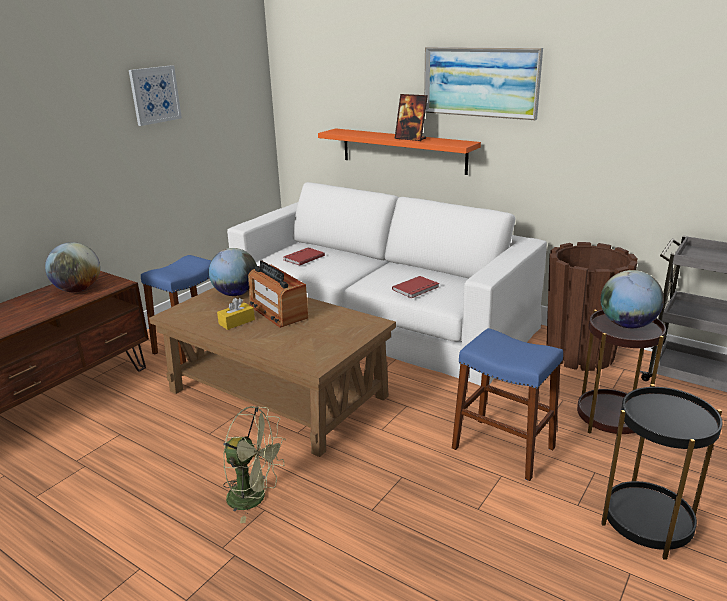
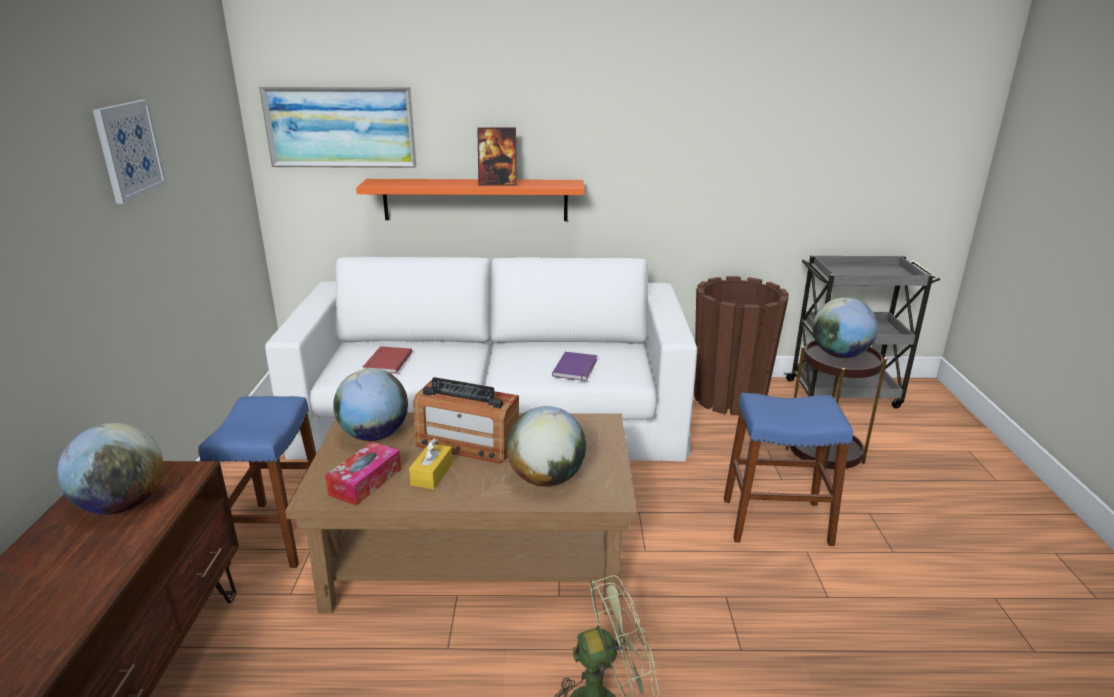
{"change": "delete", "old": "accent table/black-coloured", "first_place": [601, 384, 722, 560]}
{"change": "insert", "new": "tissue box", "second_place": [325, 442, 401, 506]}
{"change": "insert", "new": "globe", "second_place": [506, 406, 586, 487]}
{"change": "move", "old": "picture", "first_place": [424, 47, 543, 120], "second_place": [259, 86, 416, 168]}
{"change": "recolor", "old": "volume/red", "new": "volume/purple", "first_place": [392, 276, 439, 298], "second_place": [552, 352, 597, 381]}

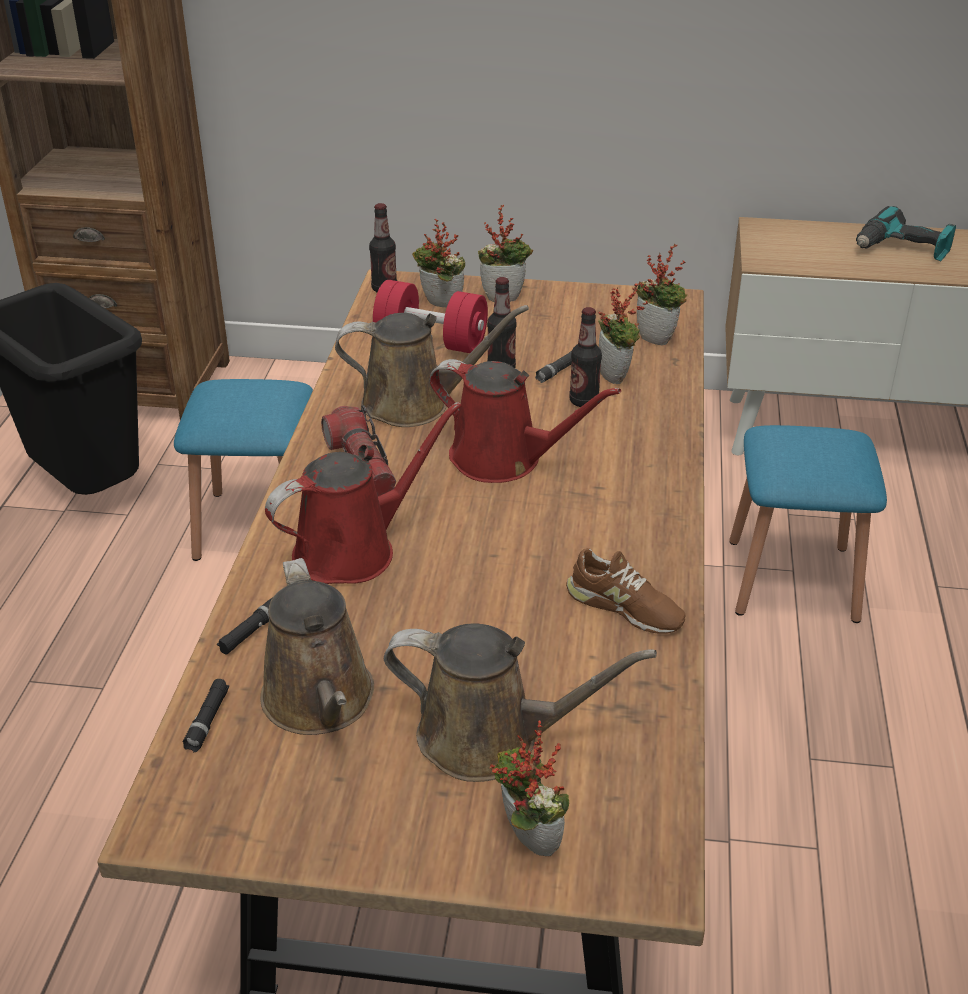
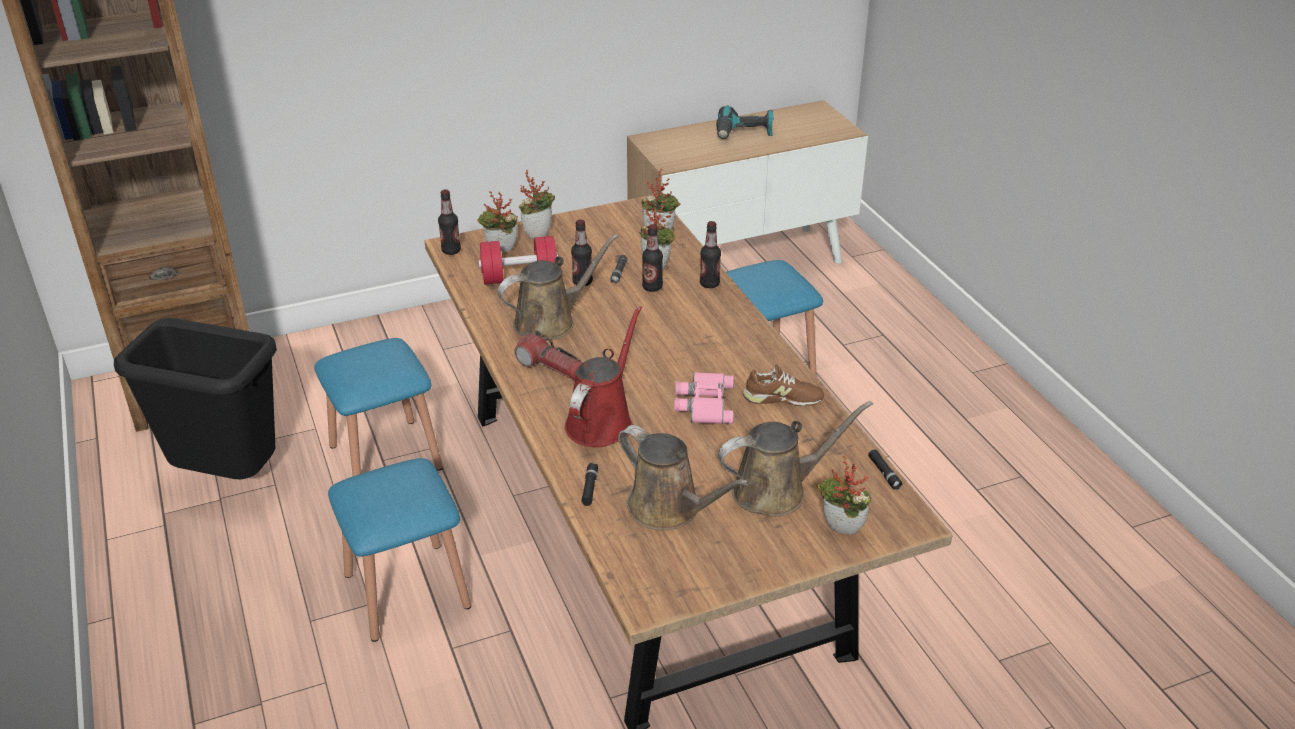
{"change": "delete", "old": "sprinkling can/red", "first_place": [429, 359, 621, 483]}
{"change": "insert", "new": "stool/blue-coloured", "second_place": [328, 458, 471, 642]}
{"change": "insert", "new": "field glasses/pink", "second_place": [674, 372, 734, 424]}
{"change": "insert", "new": "bottle", "second_place": [700, 221, 721, 288]}
{"change": "move", "old": "hand torch/black-coloured", "first_place": [183, 679, 229, 752], "second_place": [868, 449, 903, 490]}

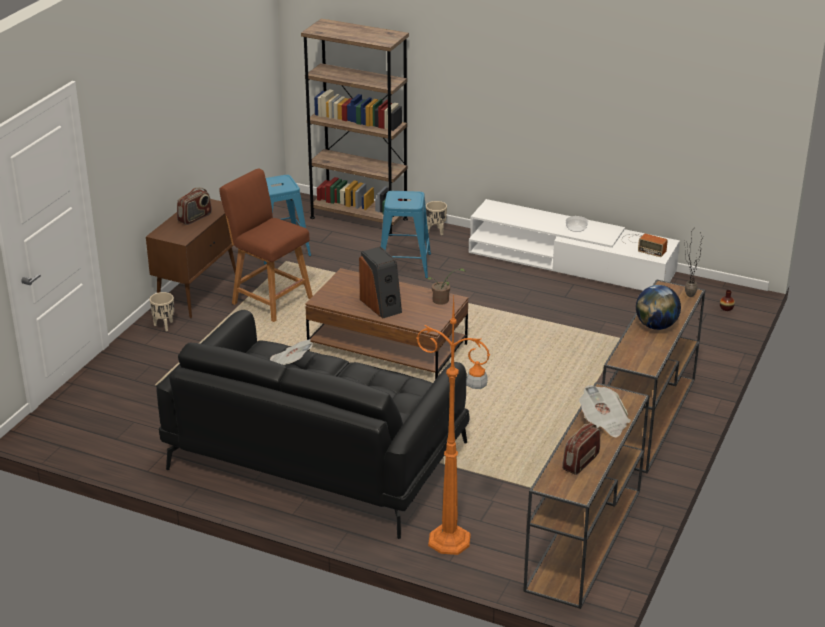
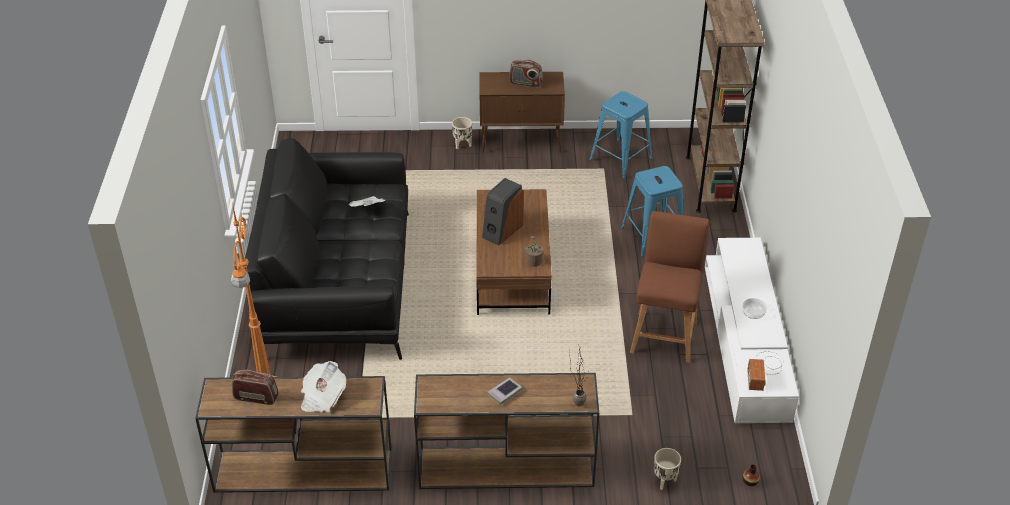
{"change": "move", "old": "stool/brown", "first_place": [219, 168, 313, 322], "second_place": [630, 211, 710, 363]}
{"change": "move", "old": "plant pot/sand-coloured", "first_place": [426, 201, 447, 235], "second_place": [654, 448, 681, 490]}
{"change": "replace", "old": "globe", "new": "volume", "first_place": [636, 285, 681, 330], "second_place": [488, 378, 523, 405]}

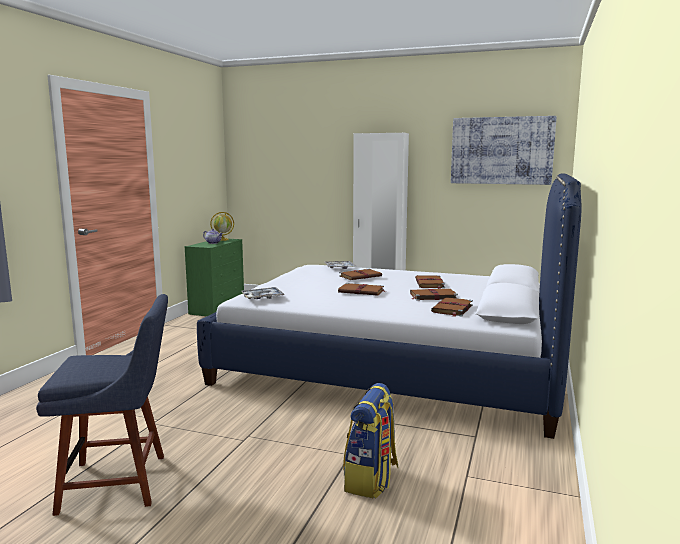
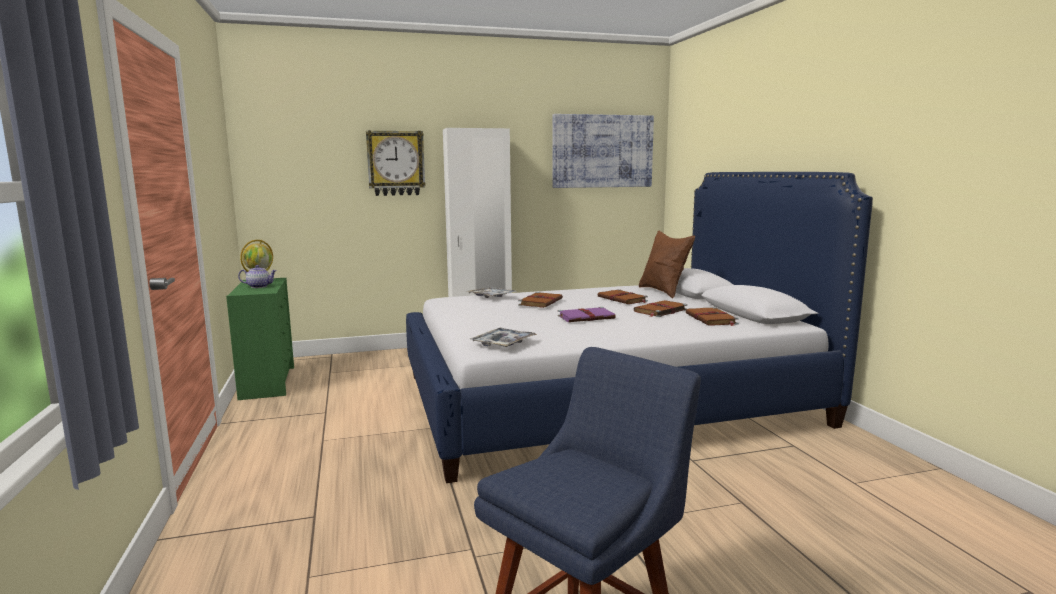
{"change": "delete", "old": "knapsack", "first_place": [343, 383, 399, 499]}
{"change": "insert", "new": "wall clock", "second_place": [366, 130, 426, 196]}
{"change": "insert", "new": "cushion/brown", "second_place": [639, 230, 695, 298]}
{"change": "recolor", "old": "volume/brown", "new": "volume/purple", "first_place": [338, 283, 386, 296], "second_place": [558, 307, 616, 322]}

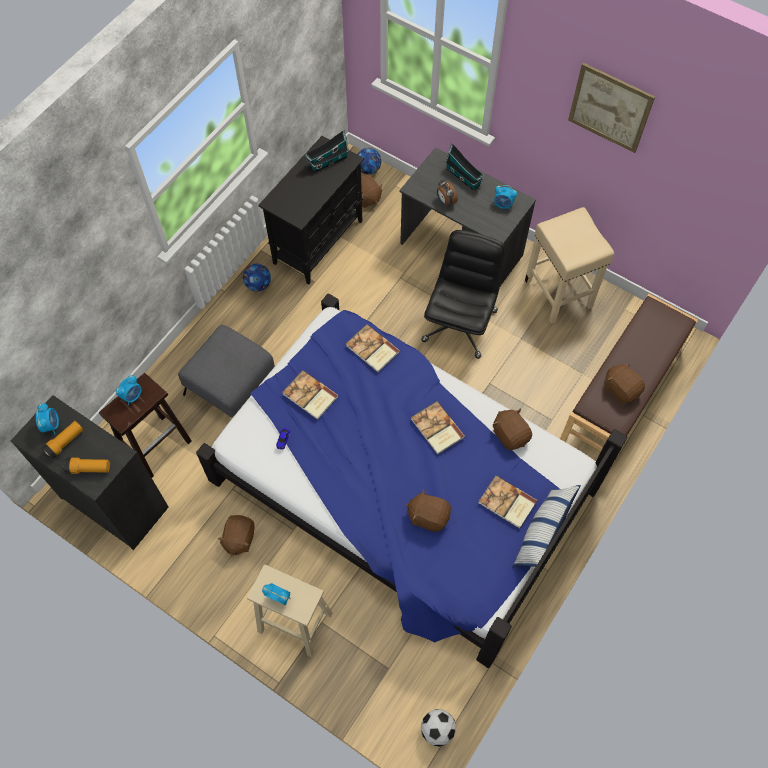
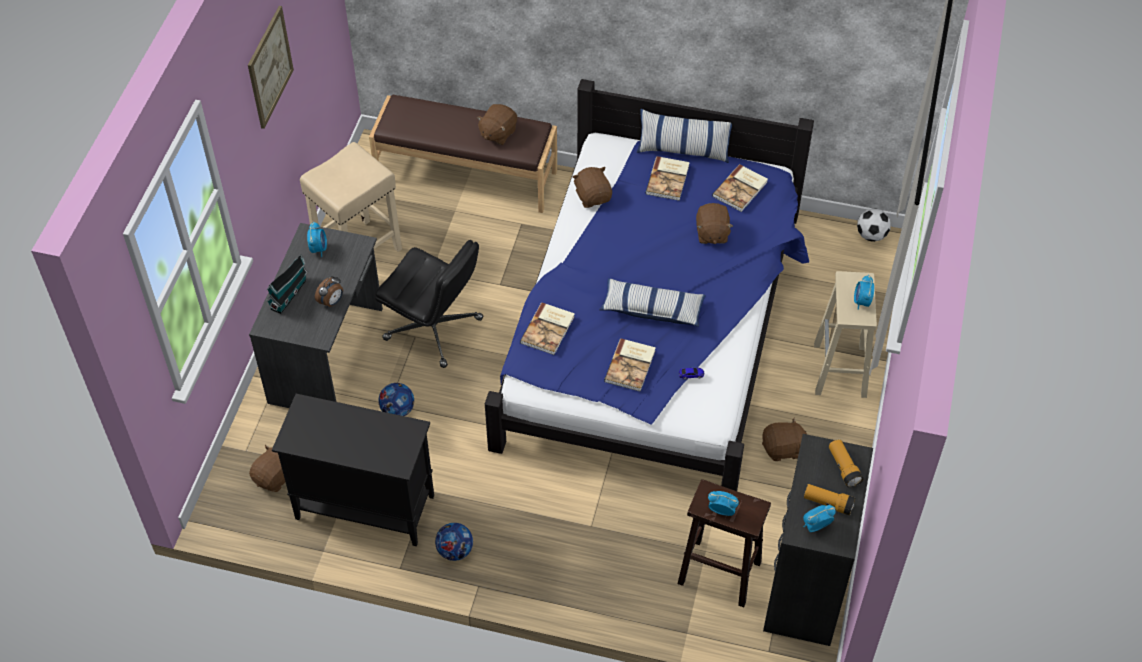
{"change": "delete", "old": "ottoman/gray", "first_place": [178, 325, 275, 418]}
{"change": "delete", "old": "model house", "first_place": [305, 130, 349, 172]}
{"change": "insert", "new": "cushion", "second_place": [599, 278, 706, 327]}
{"change": "move", "old": "ball for football", "first_place": [357, 148, 381, 175], "second_place": [378, 383, 414, 416]}
{"change": "move", "old": "volume", "first_place": [411, 401, 465, 455], "second_place": [712, 164, 768, 212]}
{"change": "rotate", "old": "office chair/black-coloured", "first_place": [421, 230, 505, 359], "second_place": [375, 240, 483, 368], "degrees": -150}
{"change": "rotate", "old": "soft toy/brown", "first_place": [493, 408, 532, 450], "second_place": [572, 167, 612, 208], "degrees": 120}

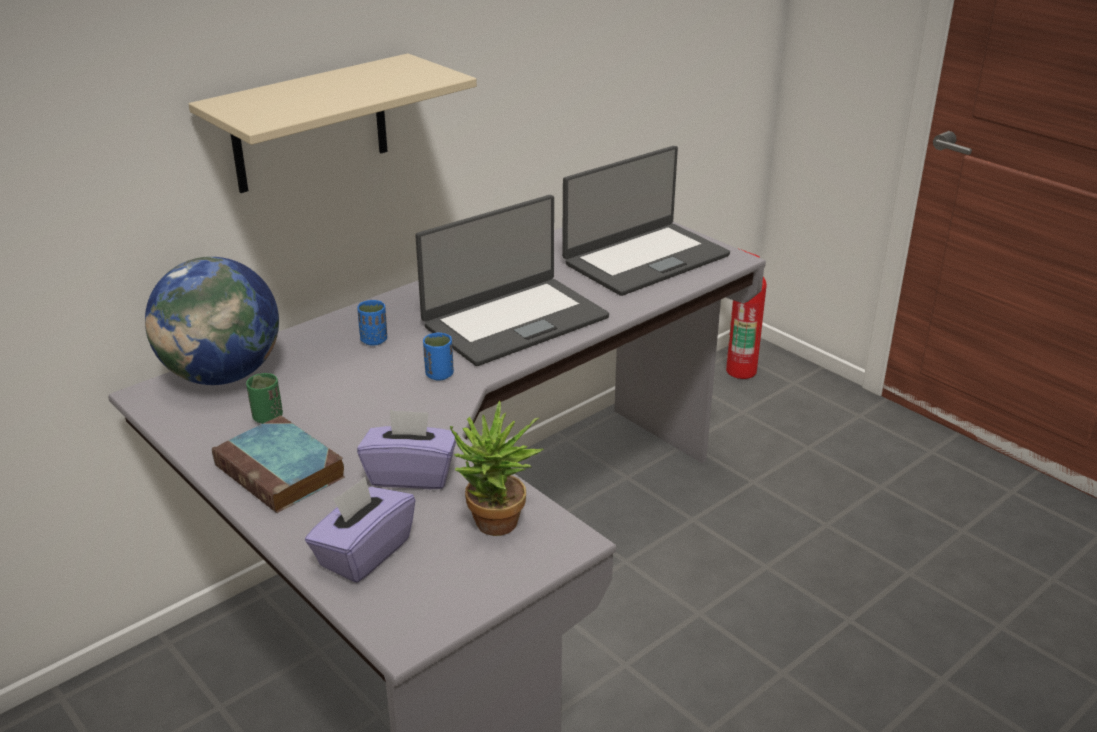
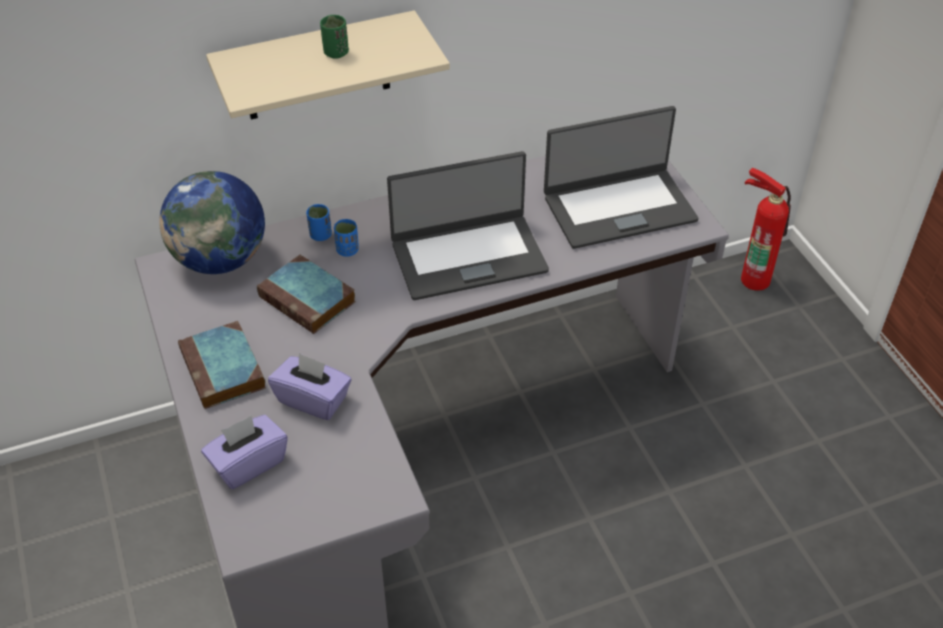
{"change": "delete", "old": "potted plant", "first_place": [450, 401, 544, 536]}
{"change": "insert", "new": "volume", "second_place": [257, 255, 356, 334]}
{"change": "move", "old": "cup/green-coloured", "first_place": [246, 373, 283, 424], "second_place": [320, 15, 349, 58]}
{"change": "move", "old": "cup/blue-coloured", "first_place": [423, 333, 454, 381], "second_place": [306, 204, 332, 241]}

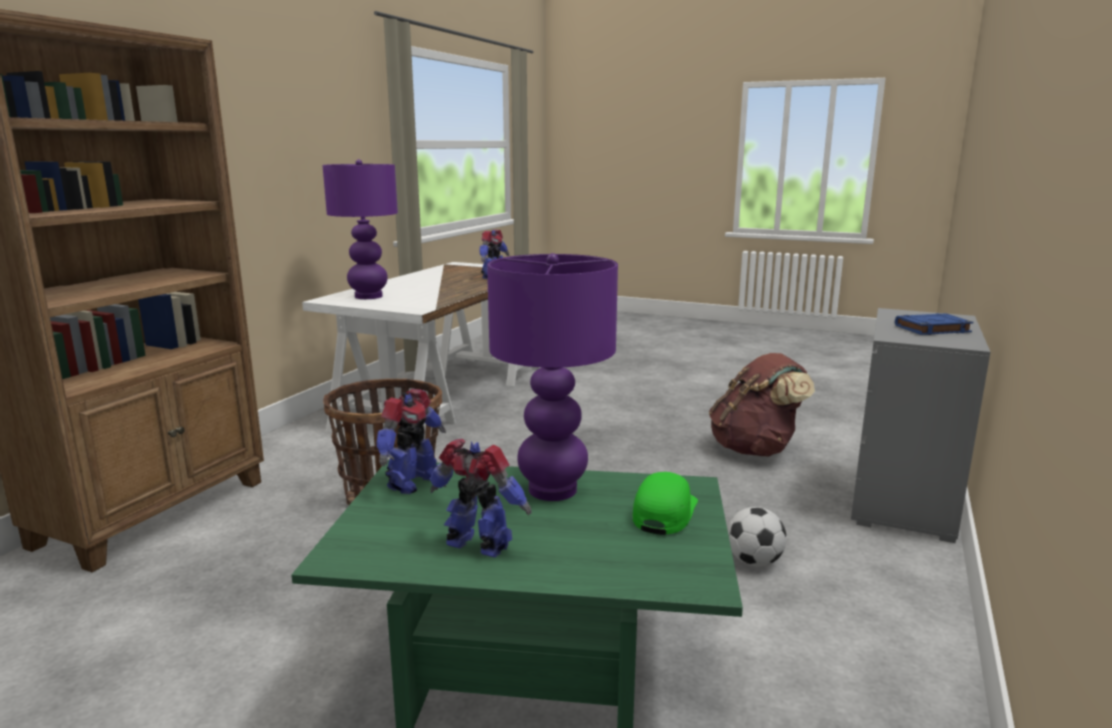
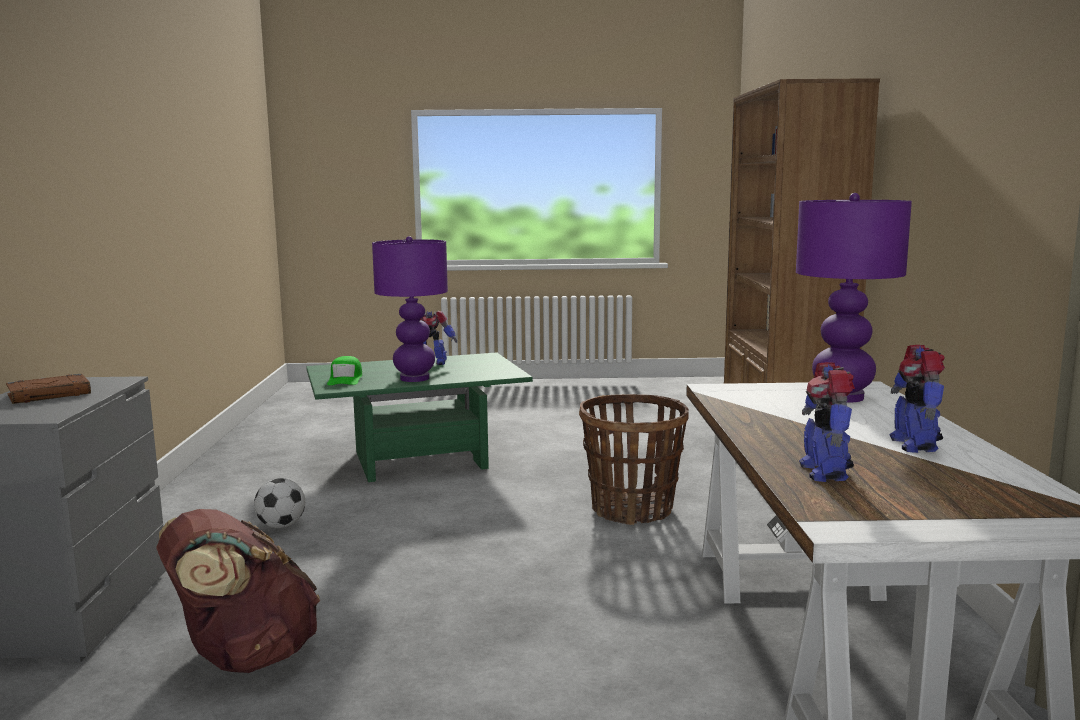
{"change": "move", "old": "robot figure", "first_place": [376, 389, 446, 494], "second_place": [889, 345, 945, 453]}
{"change": "recolor", "old": "volume/blue-coloured", "new": "volume/brown", "first_place": [895, 313, 973, 335], "second_place": [6, 374, 91, 404]}

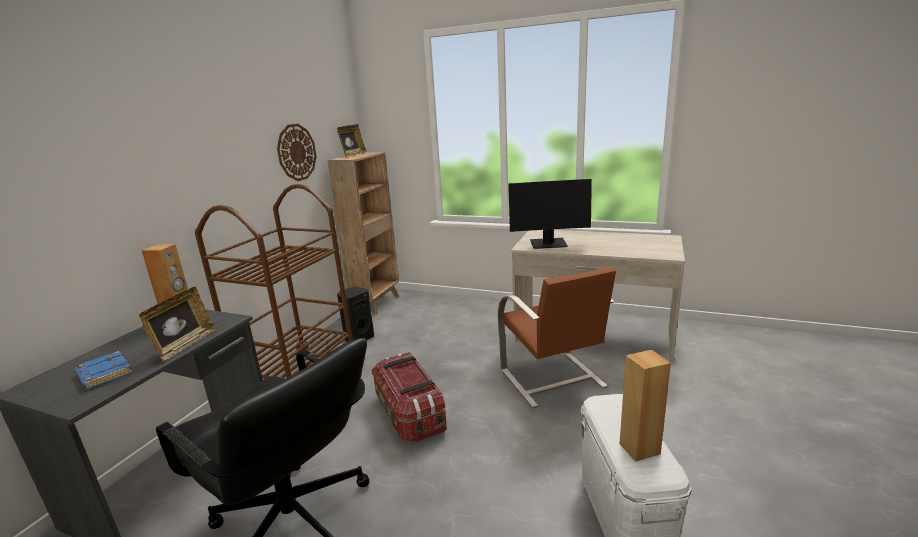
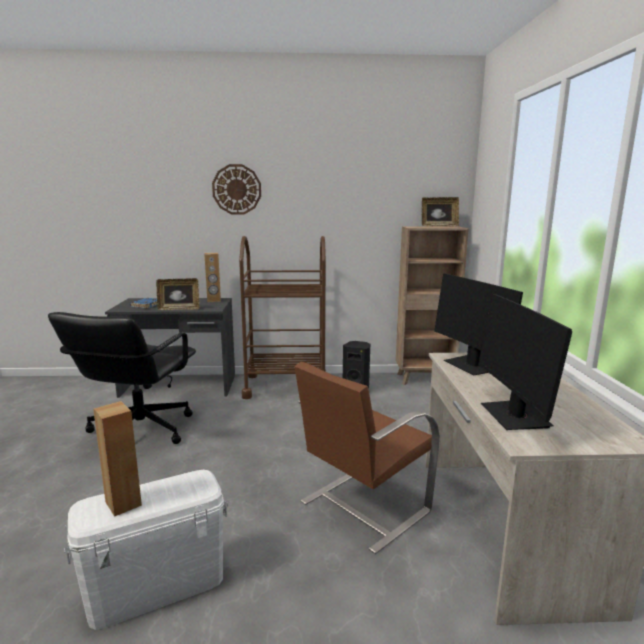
{"change": "delete", "old": "storage bin", "first_place": [372, 352, 447, 442]}
{"change": "insert", "new": "computer screen", "second_place": [478, 294, 572, 430]}
{"change": "move", "old": "wall clock", "first_place": [277, 124, 317, 181], "second_place": [212, 164, 261, 215]}

